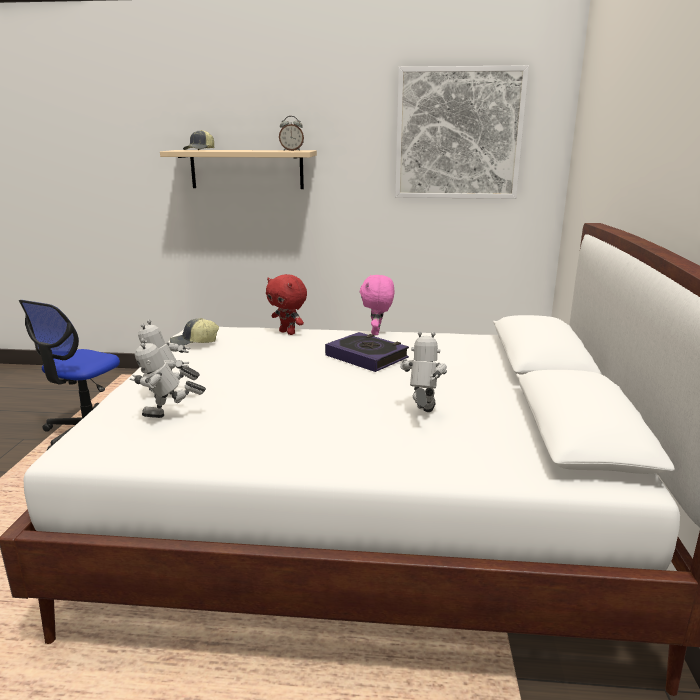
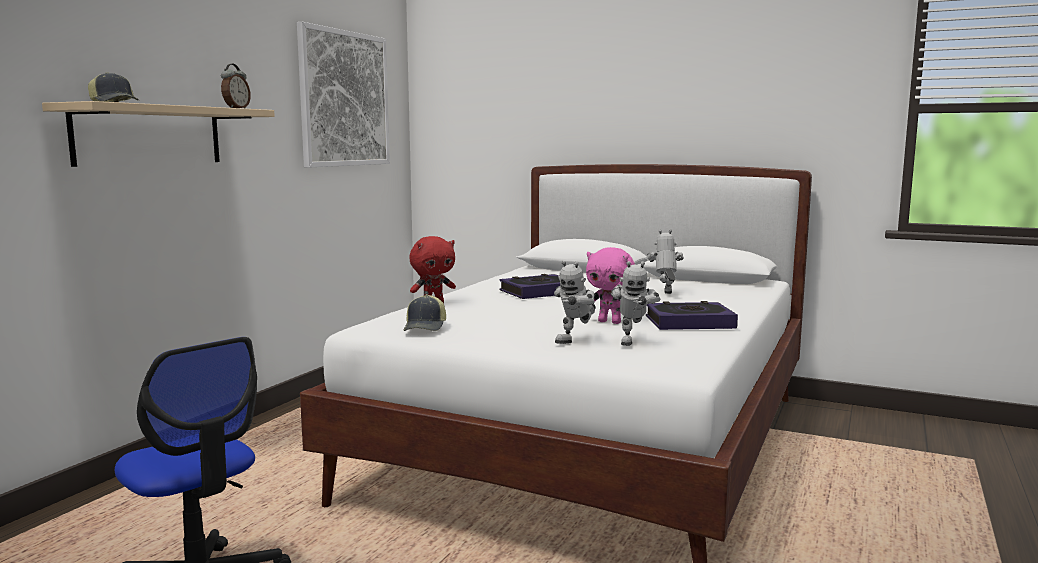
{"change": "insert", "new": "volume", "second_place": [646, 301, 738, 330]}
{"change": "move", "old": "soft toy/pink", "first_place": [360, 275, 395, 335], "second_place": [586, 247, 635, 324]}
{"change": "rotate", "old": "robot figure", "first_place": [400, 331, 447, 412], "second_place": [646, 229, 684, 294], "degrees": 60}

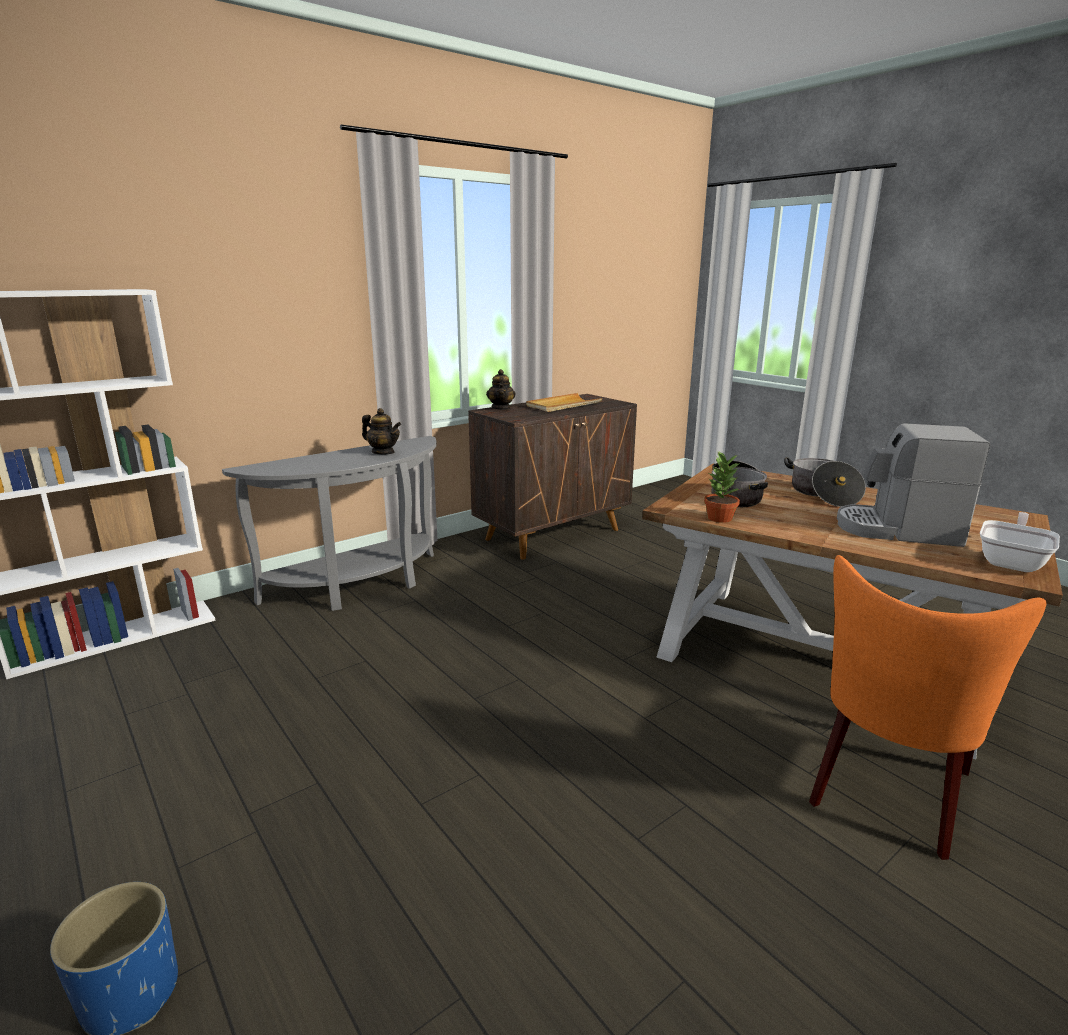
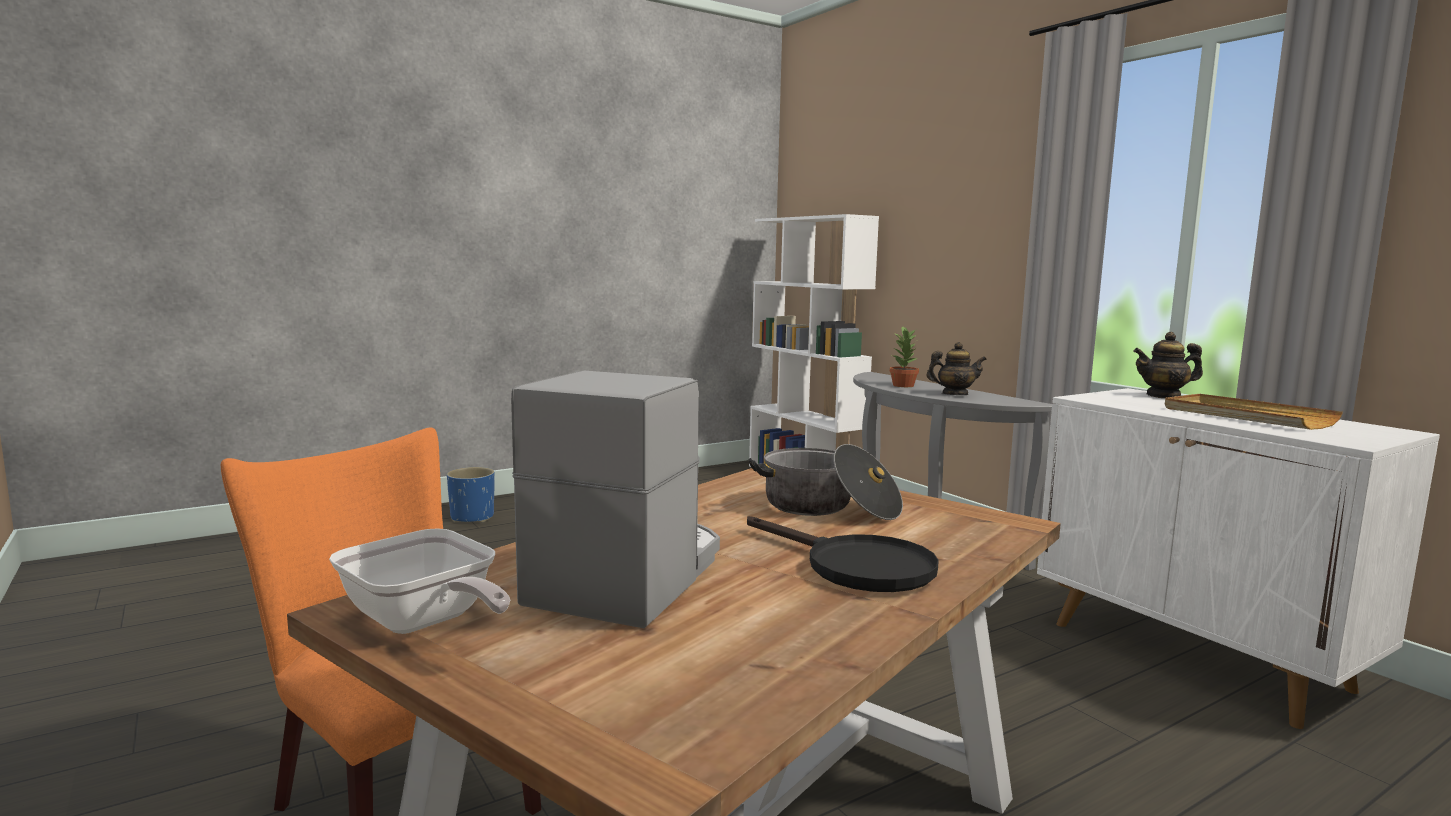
{"change": "move", "old": "potted plant", "first_place": [704, 451, 740, 523], "second_place": [890, 327, 919, 387]}
{"change": "replace", "old": "saucepot", "new": "frying pan/black-coloured", "first_place": [784, 457, 866, 507], "second_place": [747, 516, 939, 592]}
{"change": "recolor", "old": "cupboard/brown", "new": "cupboard/white-coloured", "first_place": [468, 394, 637, 559], "second_place": [1037, 388, 1440, 729]}
{"change": "rotate", "old": "teapot", "first_place": [362, 408, 401, 454], "second_place": [927, 342, 987, 395], "degrees": -120}

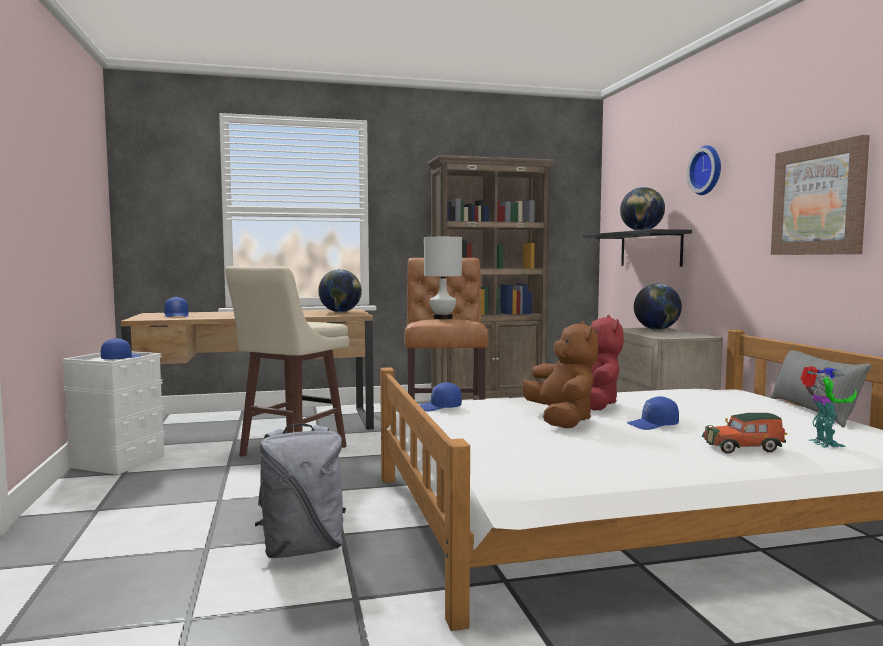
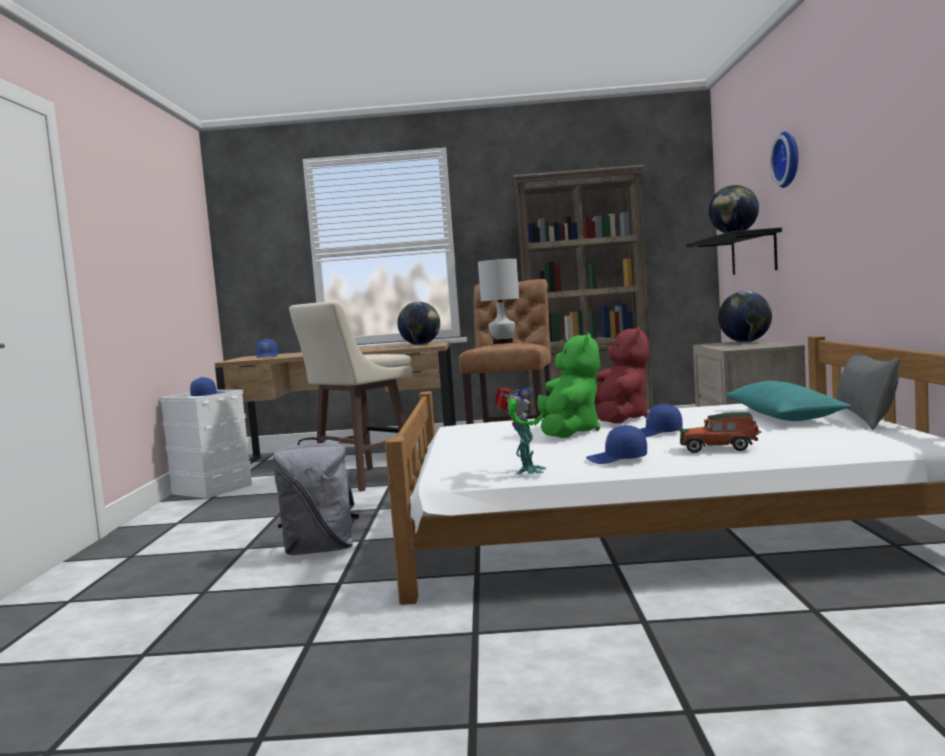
{"change": "delete", "old": "picture", "first_place": [771, 135, 870, 255]}
{"change": "insert", "new": "cushion/turquoise", "second_place": [725, 381, 851, 421]}
{"change": "move", "old": "peaked cap/blue-coloured", "first_place": [419, 382, 462, 411], "second_place": [586, 425, 647, 464]}
{"change": "move", "old": "robot figure", "first_place": [800, 366, 857, 448], "second_place": [495, 387, 547, 474]}
{"change": "recolor", "old": "soft toy/brown", "new": "soft toy/green-coloured", "first_place": [522, 321, 598, 428], "second_place": [537, 332, 600, 438]}

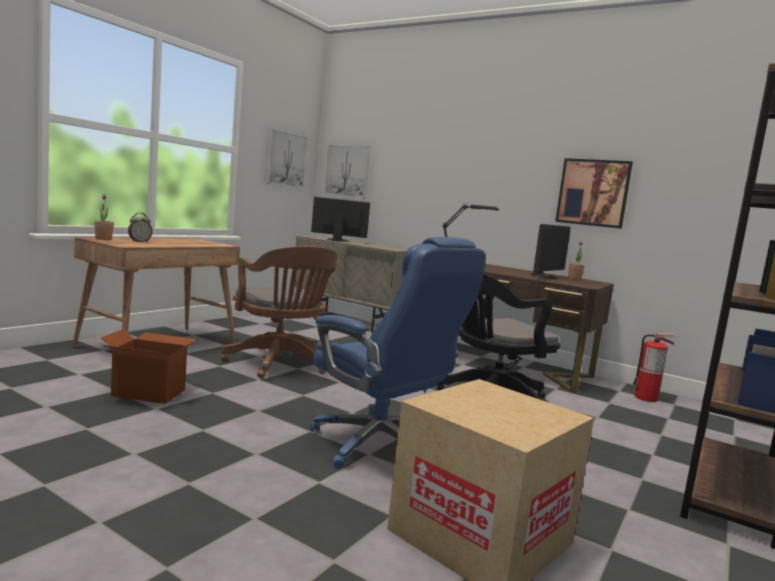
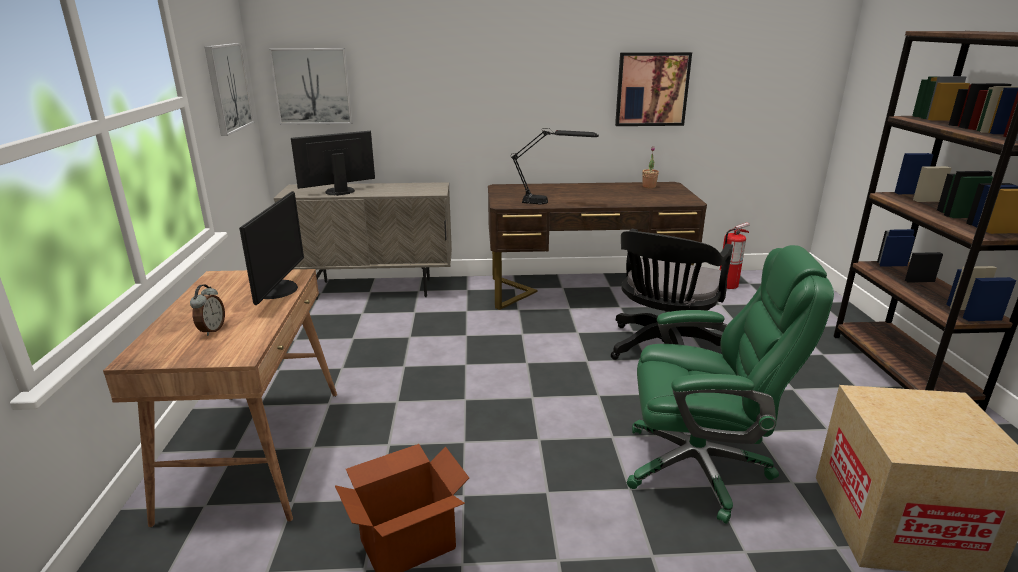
{"change": "delete", "old": "potted plant", "first_place": [94, 194, 114, 240]}
{"change": "delete", "old": "office chair/brown", "first_place": [221, 246, 337, 378]}
{"change": "move", "old": "computer screen", "first_place": [531, 224, 571, 279], "second_place": [239, 191, 304, 305]}
{"change": "recolor", "old": "office chair/blue-coloured", "new": "office chair/green-coloured", "first_place": [309, 237, 486, 469], "second_place": [627, 245, 834, 524]}

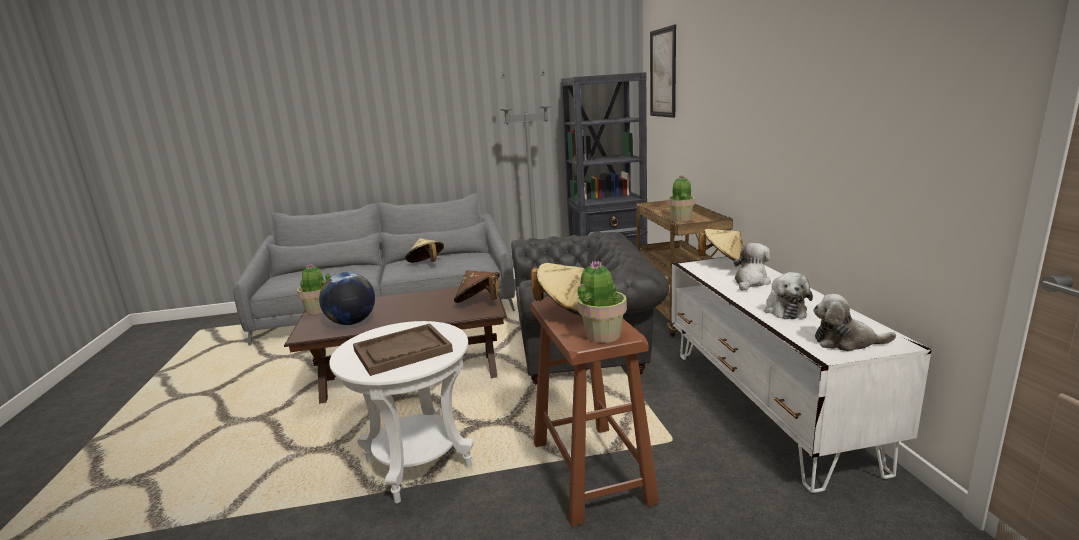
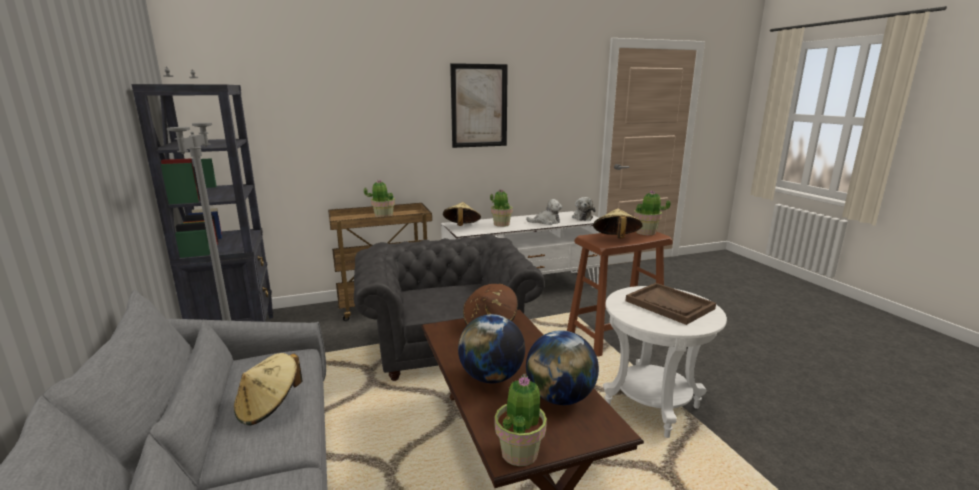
{"change": "insert", "new": "globe", "second_place": [458, 314, 525, 383]}
{"change": "move", "old": "picture", "first_place": [650, 25, 676, 118], "second_place": [450, 63, 508, 148]}
{"change": "replace", "old": "soft toy", "new": "potted plant", "first_place": [734, 243, 771, 291], "second_place": [490, 189, 513, 227]}

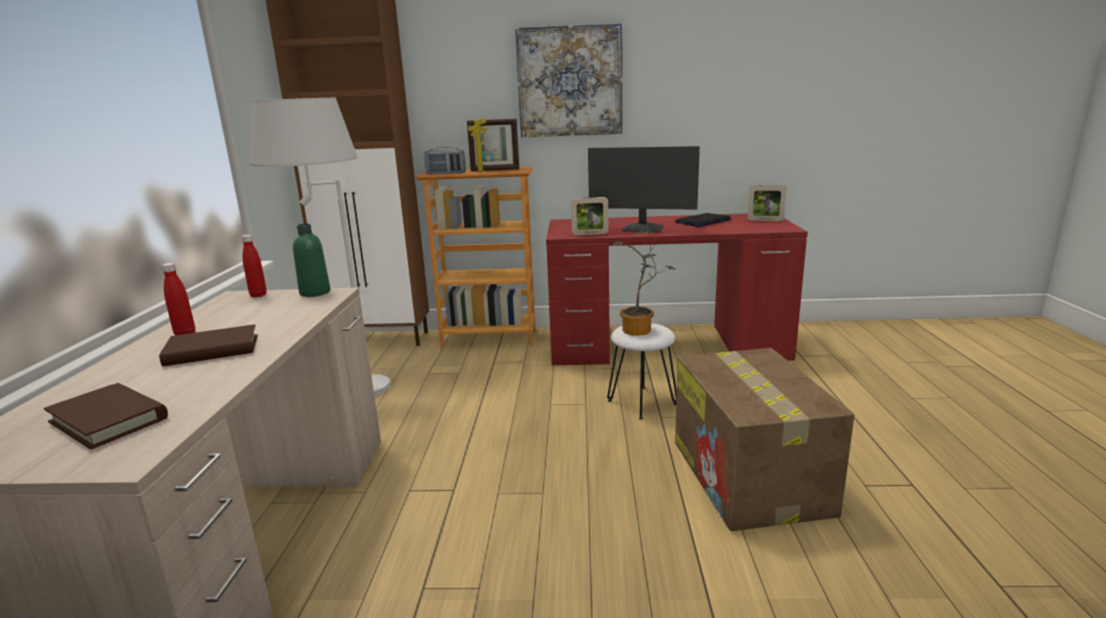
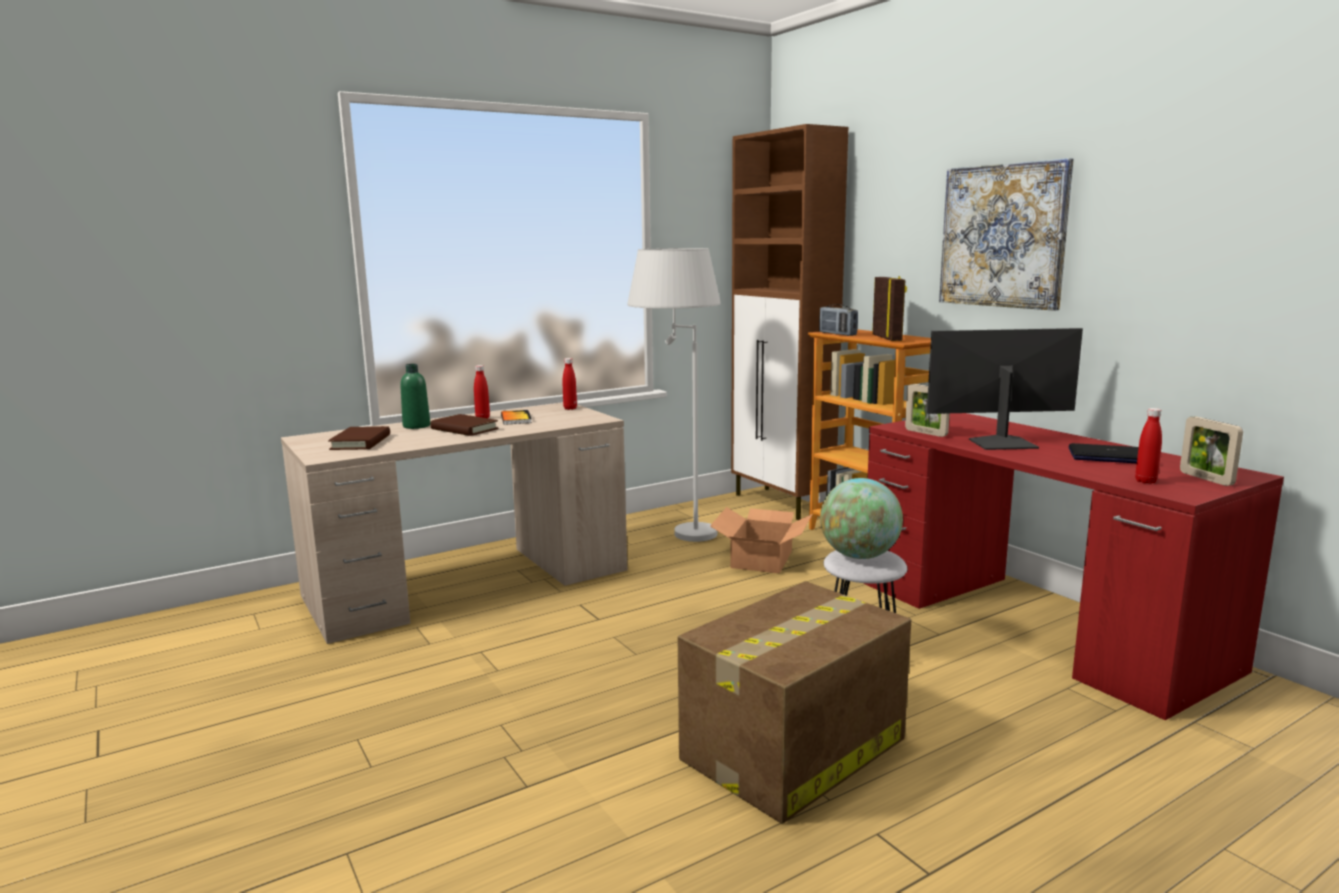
{"change": "insert", "new": "volume", "second_place": [501, 410, 532, 425]}
{"change": "insert", "new": "cardboard box", "second_place": [710, 507, 813, 574]}
{"change": "insert", "new": "bottle/red", "second_place": [1135, 408, 1162, 484]}
{"change": "move", "old": "bottle/green-coloured", "first_place": [293, 224, 330, 297], "second_place": [400, 364, 430, 429]}
{"change": "replace", "old": "potted plant", "new": "globe", "first_place": [612, 225, 675, 336], "second_place": [820, 478, 903, 559]}
{"change": "rotate", "old": "picture frame", "first_place": [467, 118, 519, 172], "second_place": [872, 276, 907, 341], "degrees": -150}
{"change": "rotate", "old": "computer screen", "first_place": [588, 146, 700, 232], "second_place": [927, 328, 1083, 450], "degrees": 105}

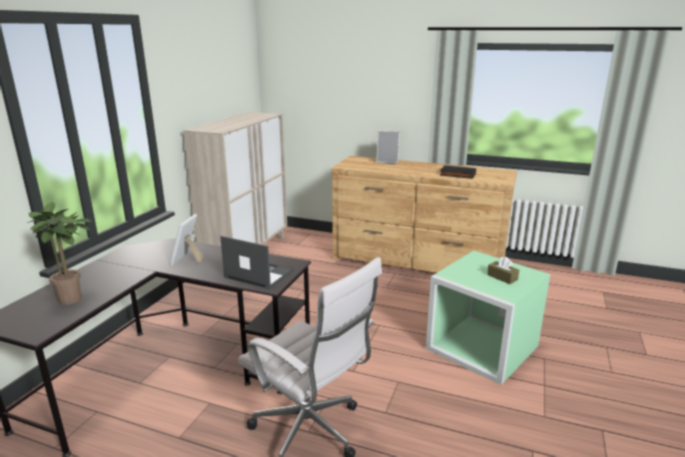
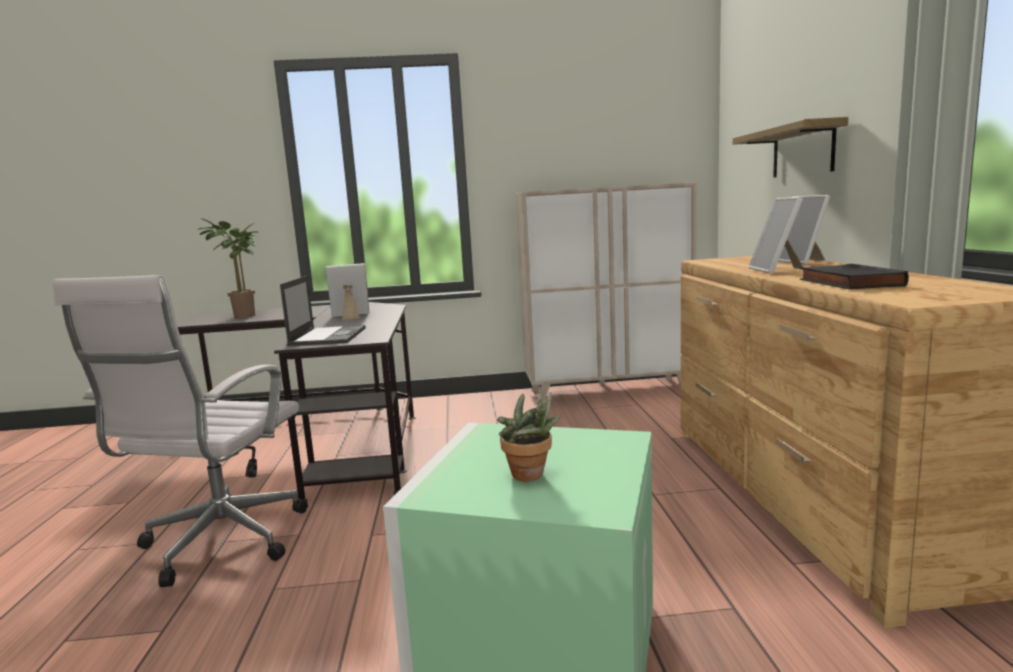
{"change": "insert", "new": "shelf", "second_place": [733, 117, 848, 178]}
{"change": "insert", "new": "picture frame", "second_place": [749, 197, 804, 274]}
{"change": "replace", "old": "tissue box/brown", "new": "potted plant", "first_place": [487, 257, 519, 284], "second_place": [497, 386, 561, 481]}

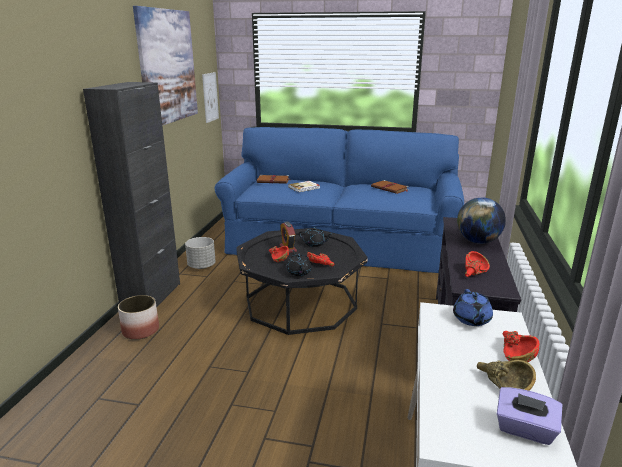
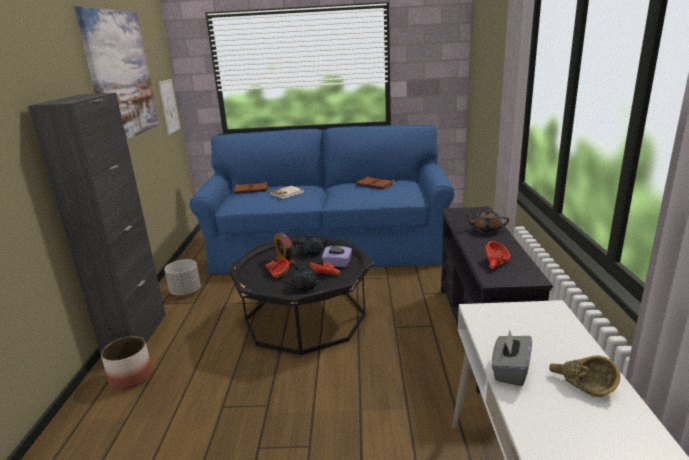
{"change": "delete", "old": "teapot/blue-coloured", "first_place": [453, 289, 493, 326]}
{"change": "delete", "old": "serving bowl/red", "first_place": [502, 331, 540, 362]}
{"change": "insert", "new": "tissue box/gray", "second_place": [492, 330, 532, 386]}
{"change": "move", "old": "tissue box/purple", "first_place": [497, 387, 563, 445], "second_place": [322, 245, 352, 267]}
{"change": "replace", "old": "globe", "new": "teapot/brown", "first_place": [457, 197, 506, 244], "second_place": [464, 210, 509, 234]}

